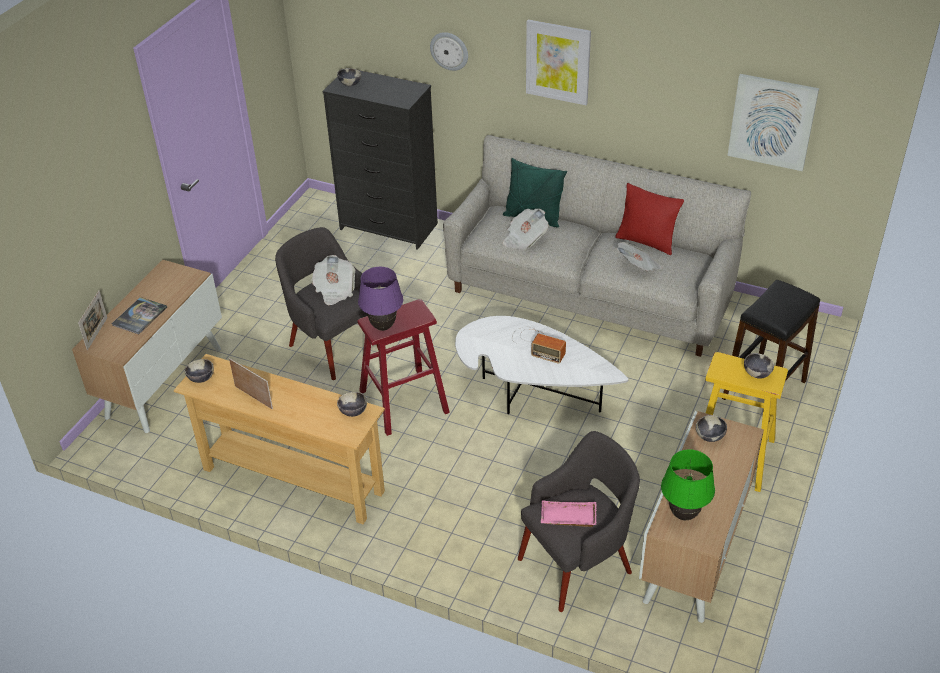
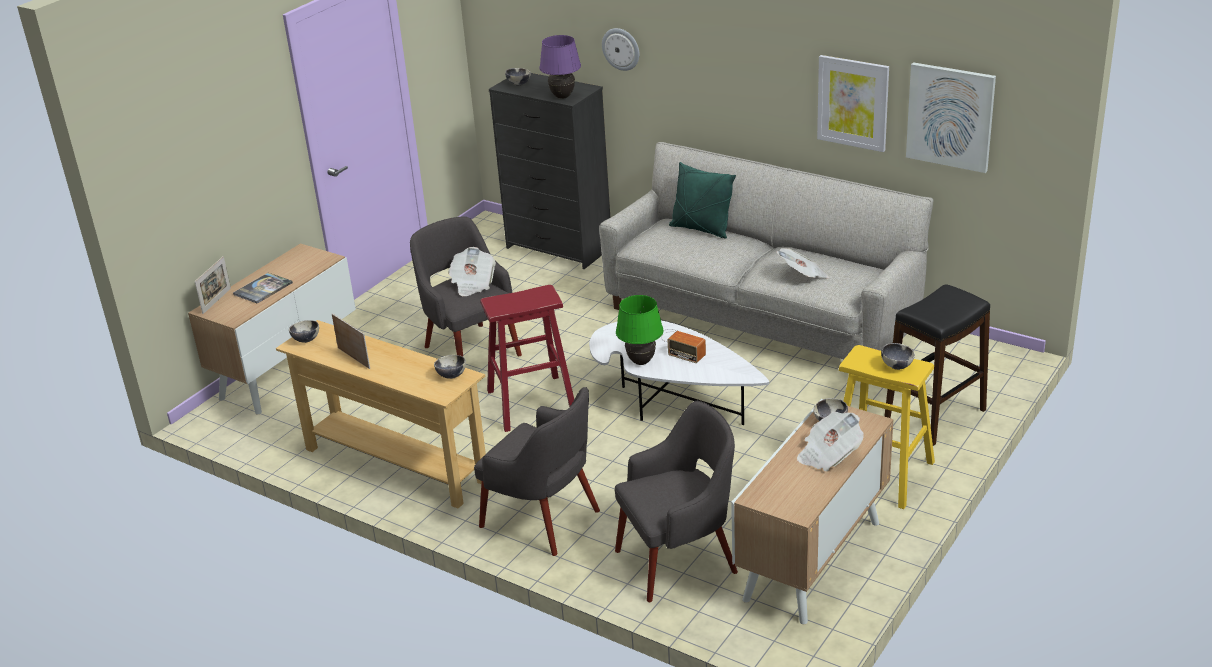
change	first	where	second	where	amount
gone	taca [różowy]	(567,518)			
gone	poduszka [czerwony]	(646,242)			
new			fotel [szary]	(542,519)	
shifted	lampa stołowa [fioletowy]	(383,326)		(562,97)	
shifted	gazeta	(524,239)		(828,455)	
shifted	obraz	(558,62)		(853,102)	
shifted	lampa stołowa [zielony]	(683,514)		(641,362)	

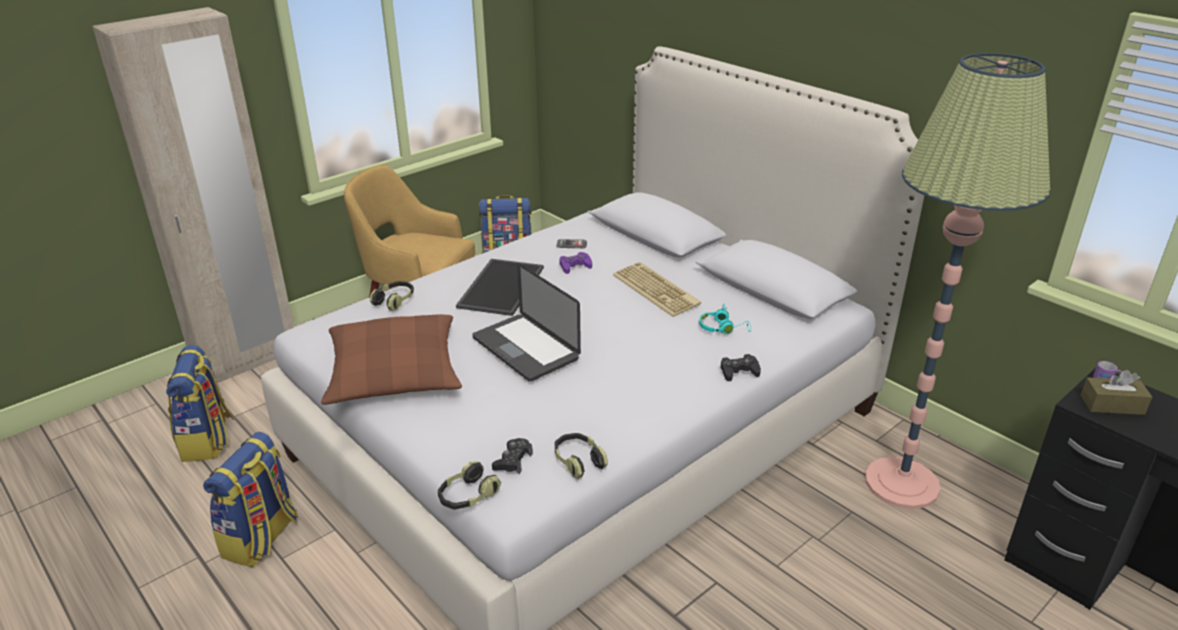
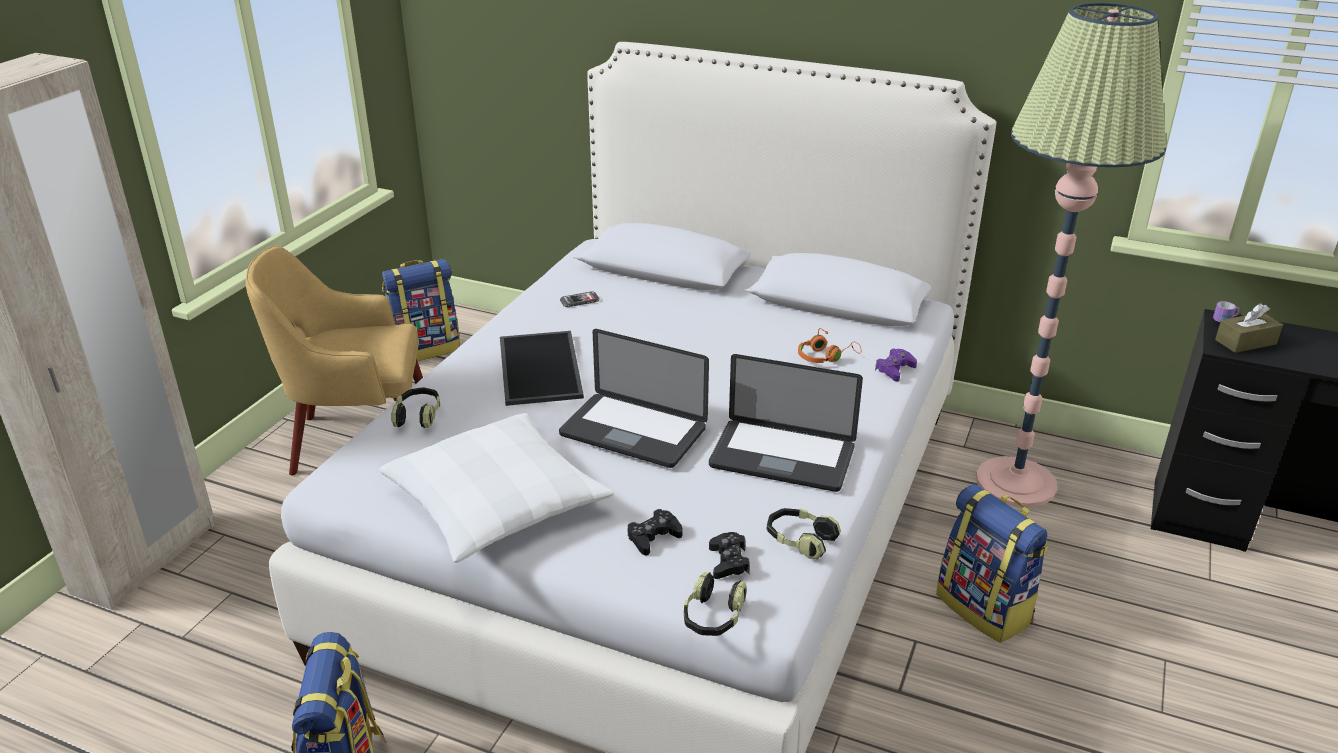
change	first	where	second	where	amount
gone	klawiatura	(657,290)			
new			laptop	(782,457)	
shifted	plecak	(208,440)		(985,608)	
shifted	pad do gier [fioletowy]	(575,266)		(895,369)	
shifted	pad do gier [czarny]	(739,371)		(653,537)	
repainted	poduszka [brązowy]	(394,373)	poduszka [biały]	(496,503)	
repainted	słuchawki [turkusowy]	(722,328)	słuchawki [pomarańczowy]	(825,357)	

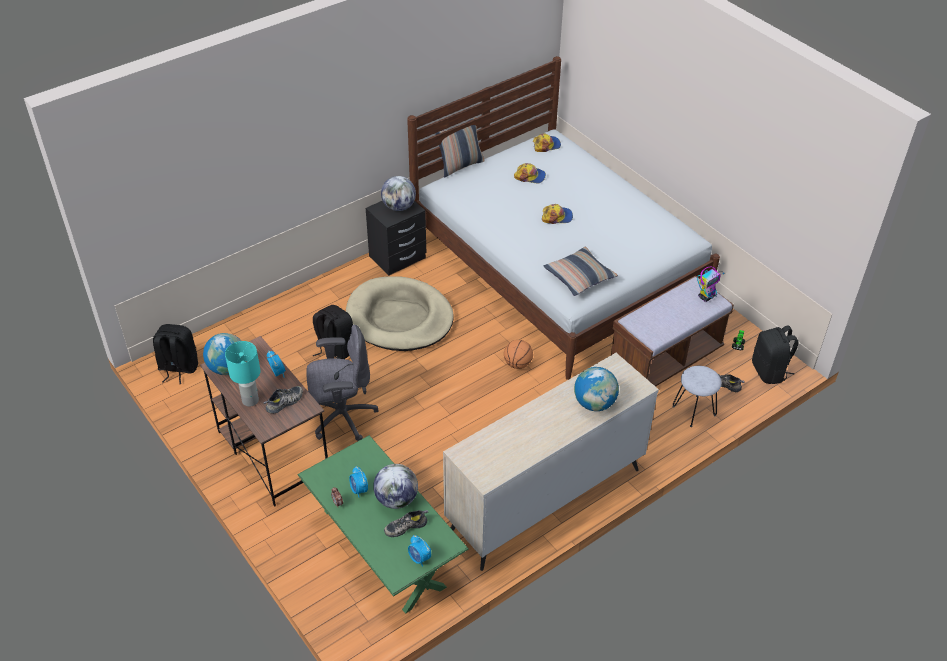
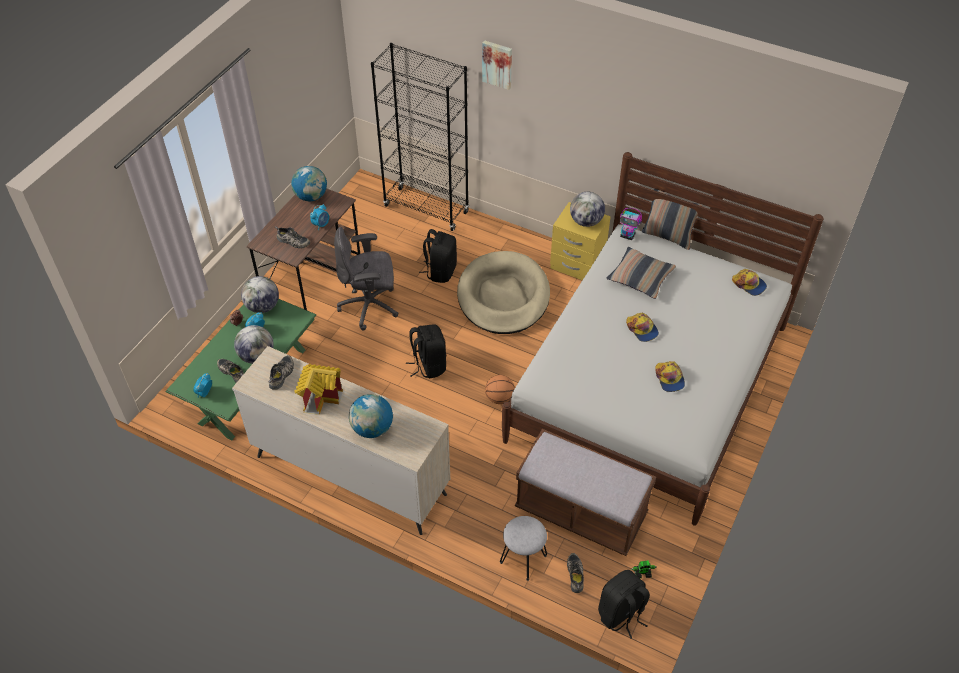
change	first	where	second	where	amount
gone	lampa stołowa [turkusowy]	(250,400)			
new			globus	(263,307)	
new			but	(282,375)	
new			domek	(322,397)	
new			regał [czarny]	(426,209)	
new			obraz	(497,64)	
shifted	plecak [czarny]	(178,368)		(428,365)	
shifted	czapka z daszkiem	(530,176)		(669,378)	
shifted	poduszka	(579,277)		(640,277)	
shifted	robot zabawkowy	(706,296)		(628,236)	
repainted	szafka nocna [czarny]	(397,257)	szafka nocna [żółty]	(577,265)	
rotated	krzesło biurowe [szary]	(342,417)		(370,306)	120 degrees clockwise

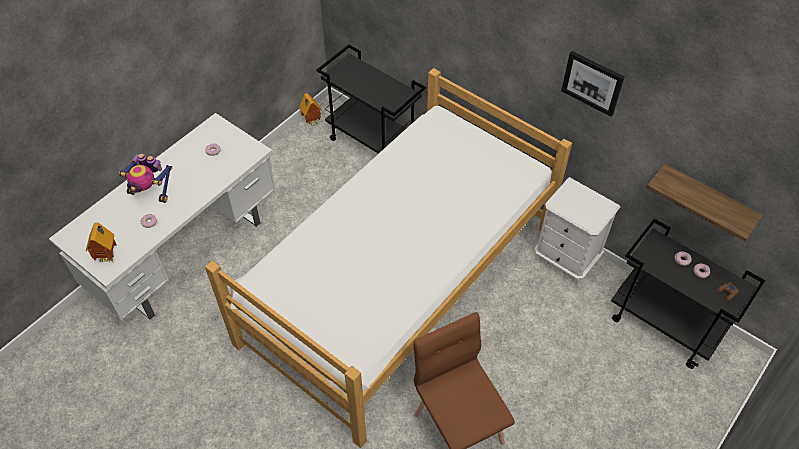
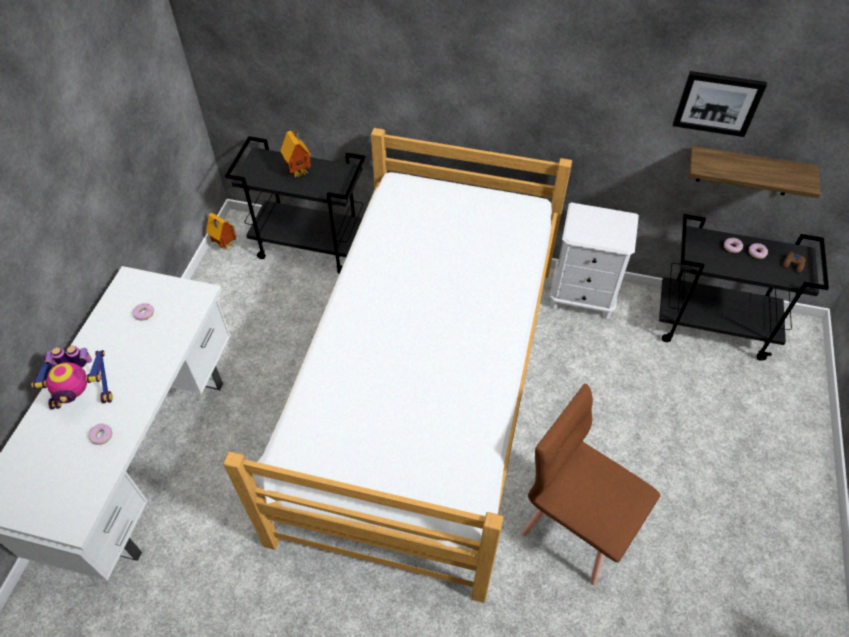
change	first	where	second	where	amount
shifted	domek	(108,256)		(300,172)	
shifted	obraz	(592,83)		(717,103)	

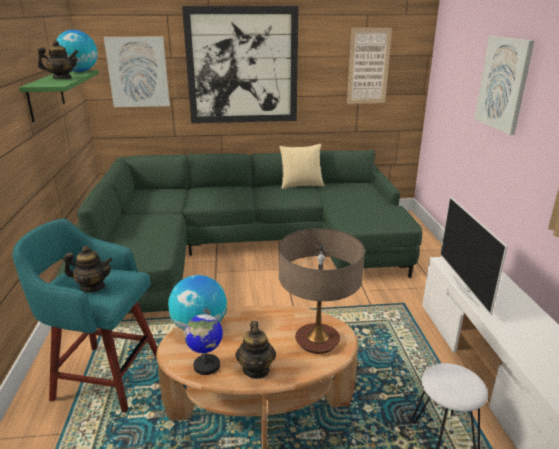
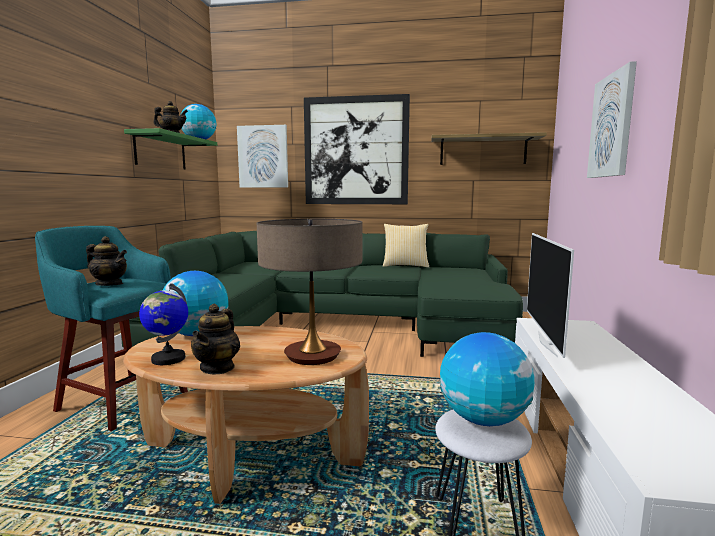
change	first	where	second	where	amount
new			globus	(483,420)	
swapped	obraz	(368,66)	półka	(483,151)	

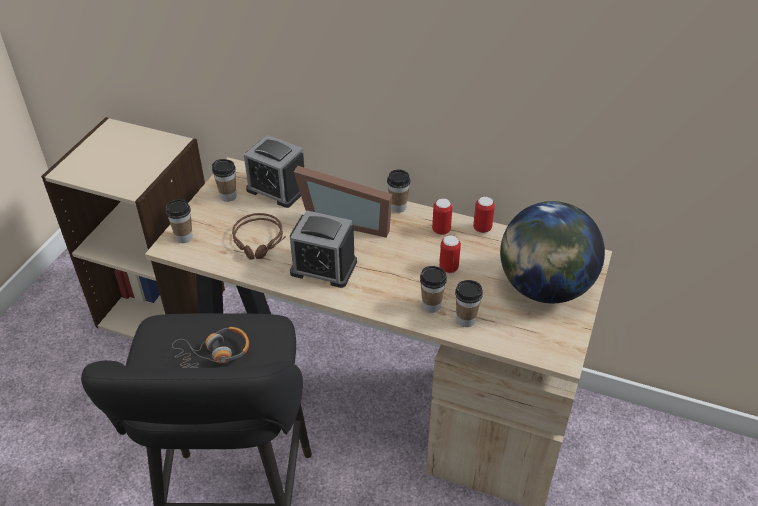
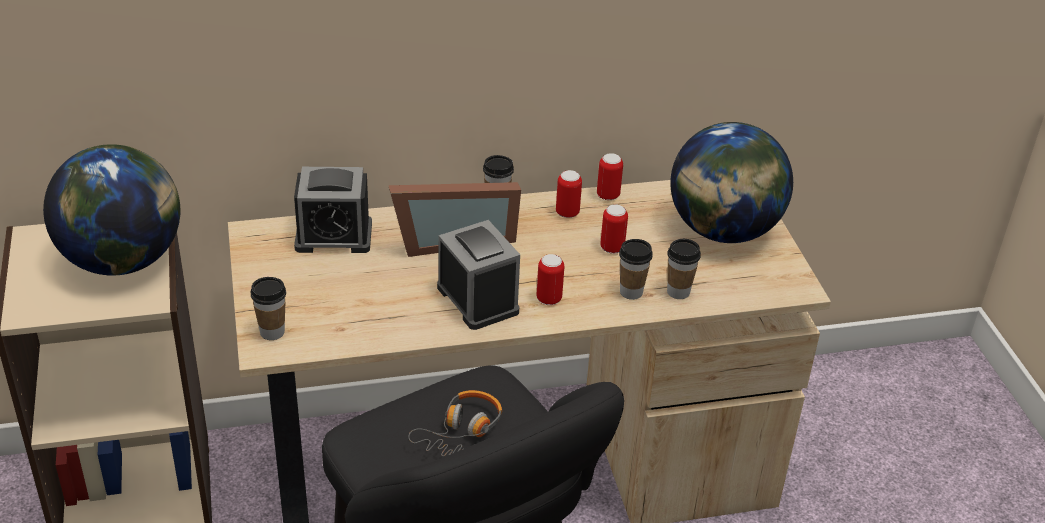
change	first	where	second	where	amount
gone	filiżanka	(228,196)			
gone	słuchawki [brązowy]	(259,241)			
new			globus	(123,260)	
new			puszka	(549,299)	
rotated	budzik	(323,267)		(477,299)	105 degrees counterclockwise

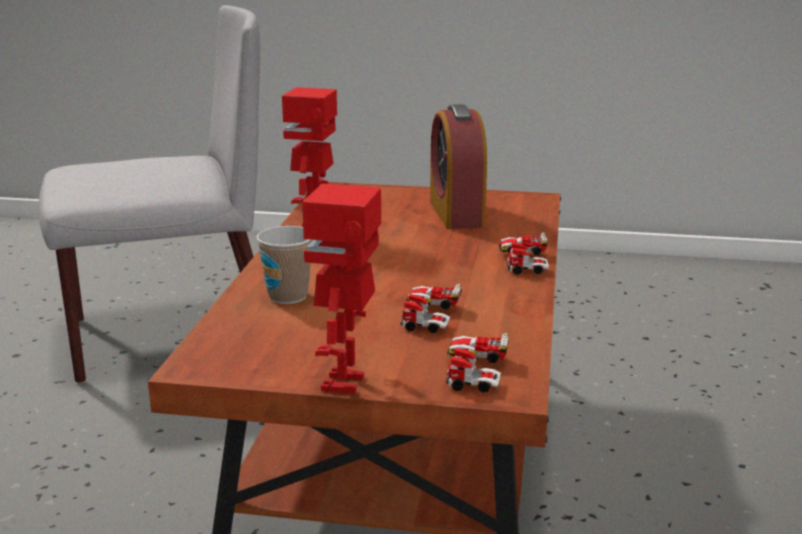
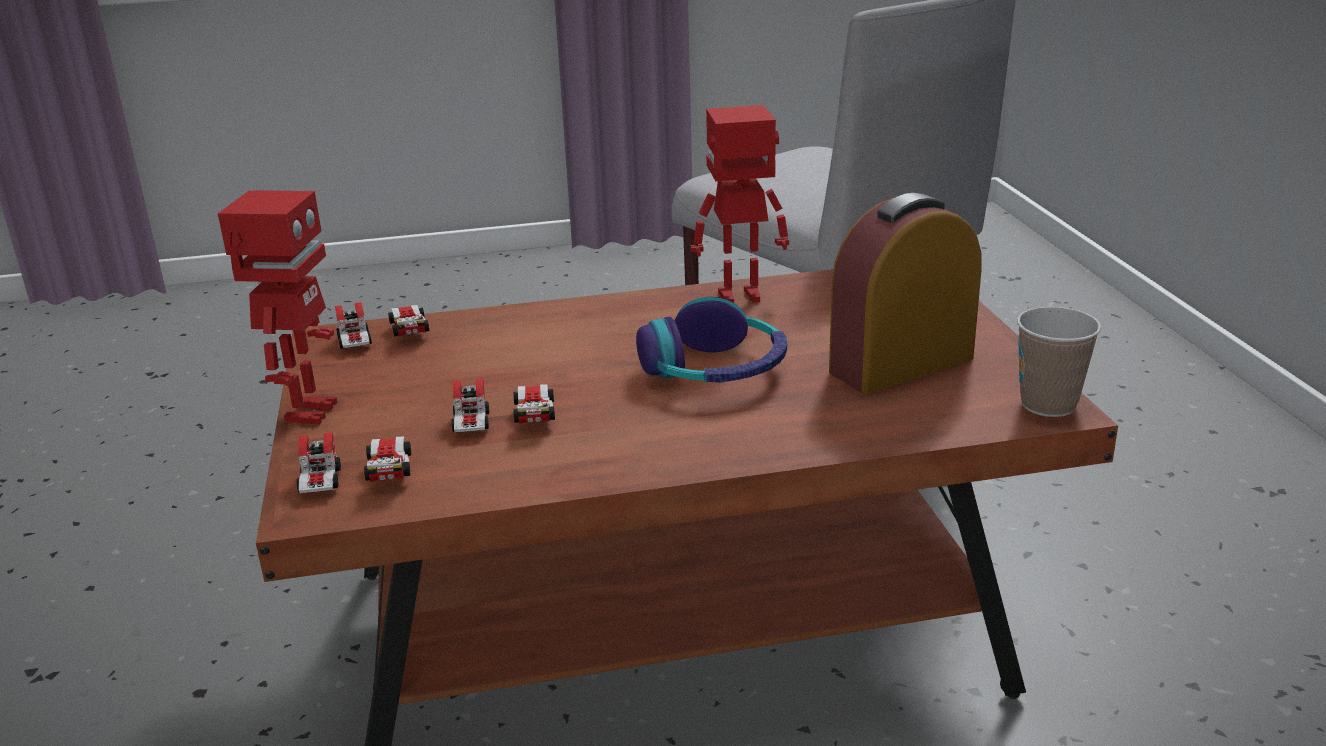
change	first	where	second	where	amount
new			słuchawki	(715,369)	
shifted	filiżanka	(288,296)		(1048,405)	
shifted	samochodzik	(523,262)		(383,336)	
rotated	robot zabawkowy	(345,383)		(308,412)	105 degrees clockwise

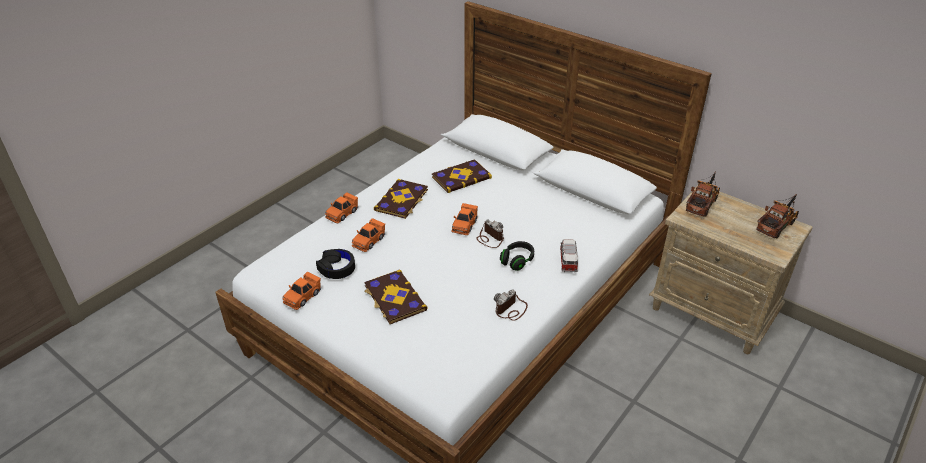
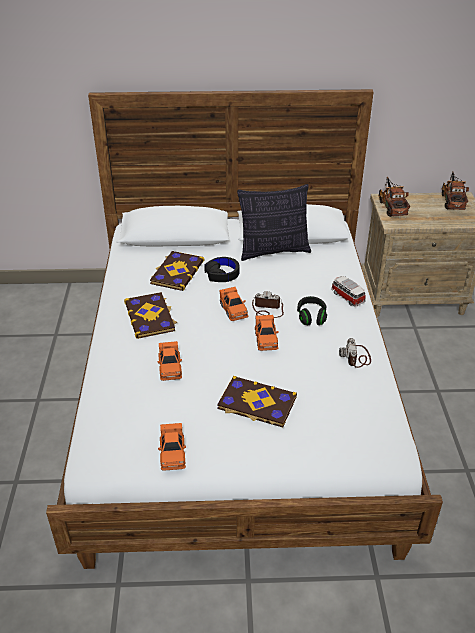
change	first	where	second	where	amount
new			poduszka	(274,251)	
shifted	słuchawki [czarny]	(336,268)		(222,274)	
shifted	samochodzik [pomarańczowy]	(342,213)		(266,339)	

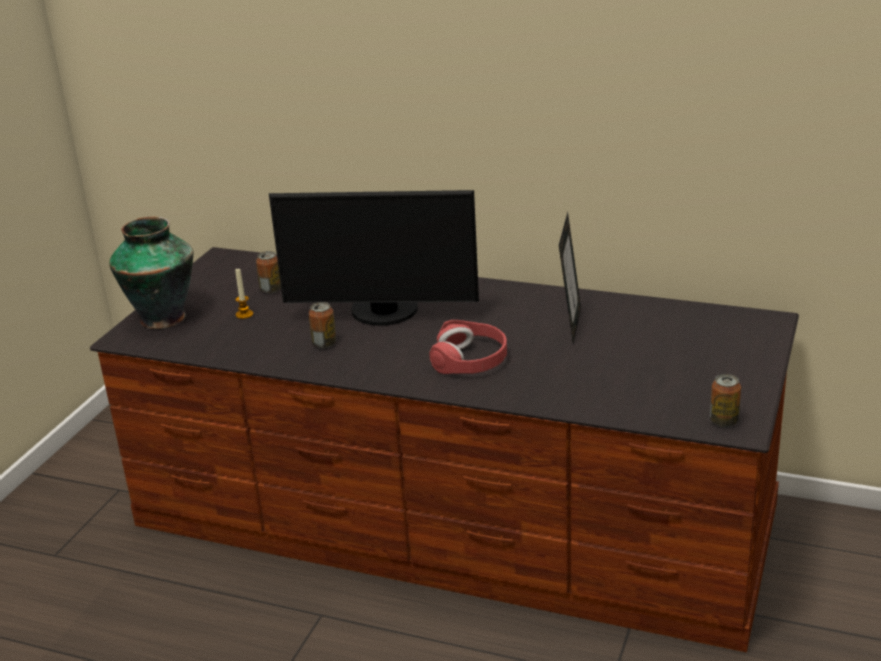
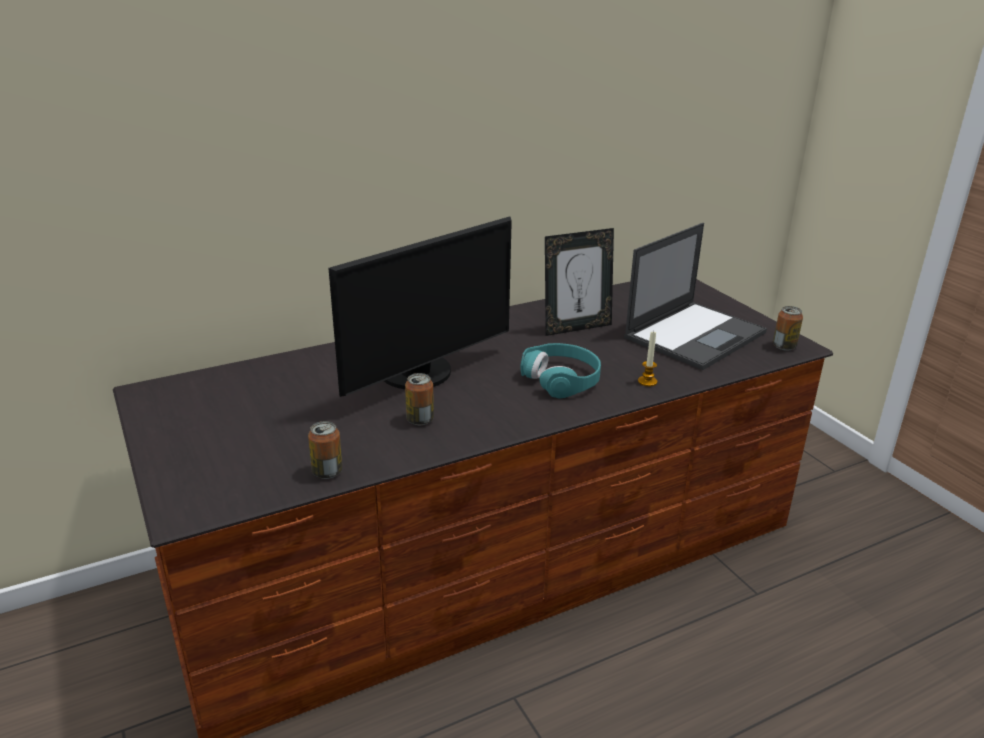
change	first	where	second	where	amount
gone	wazon	(162,317)			
new			laptop	(695,334)	
shifted	świeca	(244,314)		(647,381)	
shifted	puszka	(271,290)		(327,472)	
repainted	słuchawki [czerwony]	(470,360)	słuchawki [turkusowy]	(561,379)	
rotated	ramka na zdjęcie	(570,325)		(576,327)	105 degrees clockwise

